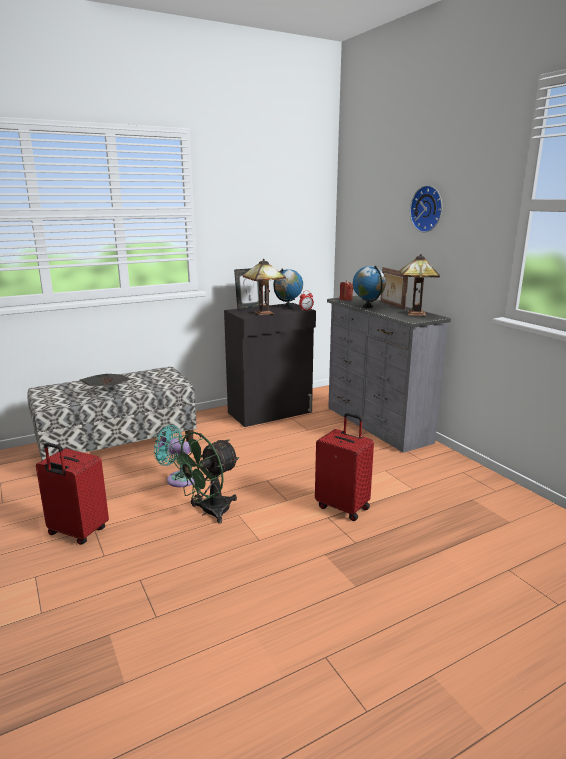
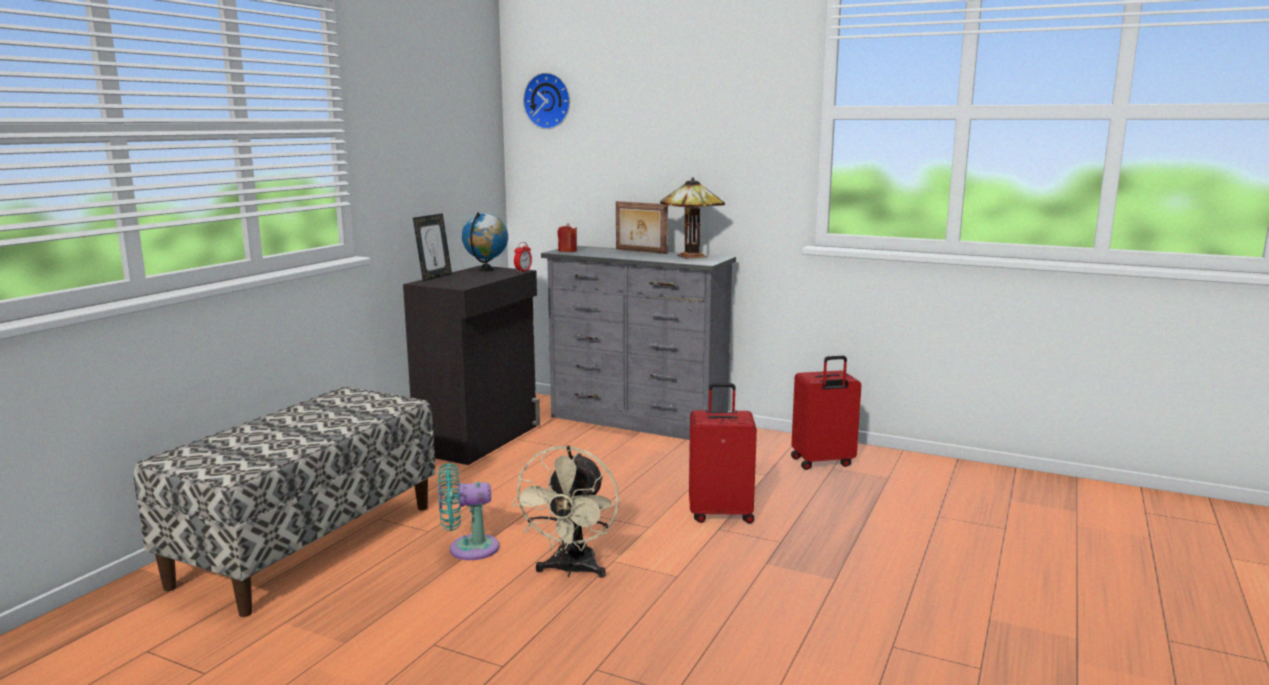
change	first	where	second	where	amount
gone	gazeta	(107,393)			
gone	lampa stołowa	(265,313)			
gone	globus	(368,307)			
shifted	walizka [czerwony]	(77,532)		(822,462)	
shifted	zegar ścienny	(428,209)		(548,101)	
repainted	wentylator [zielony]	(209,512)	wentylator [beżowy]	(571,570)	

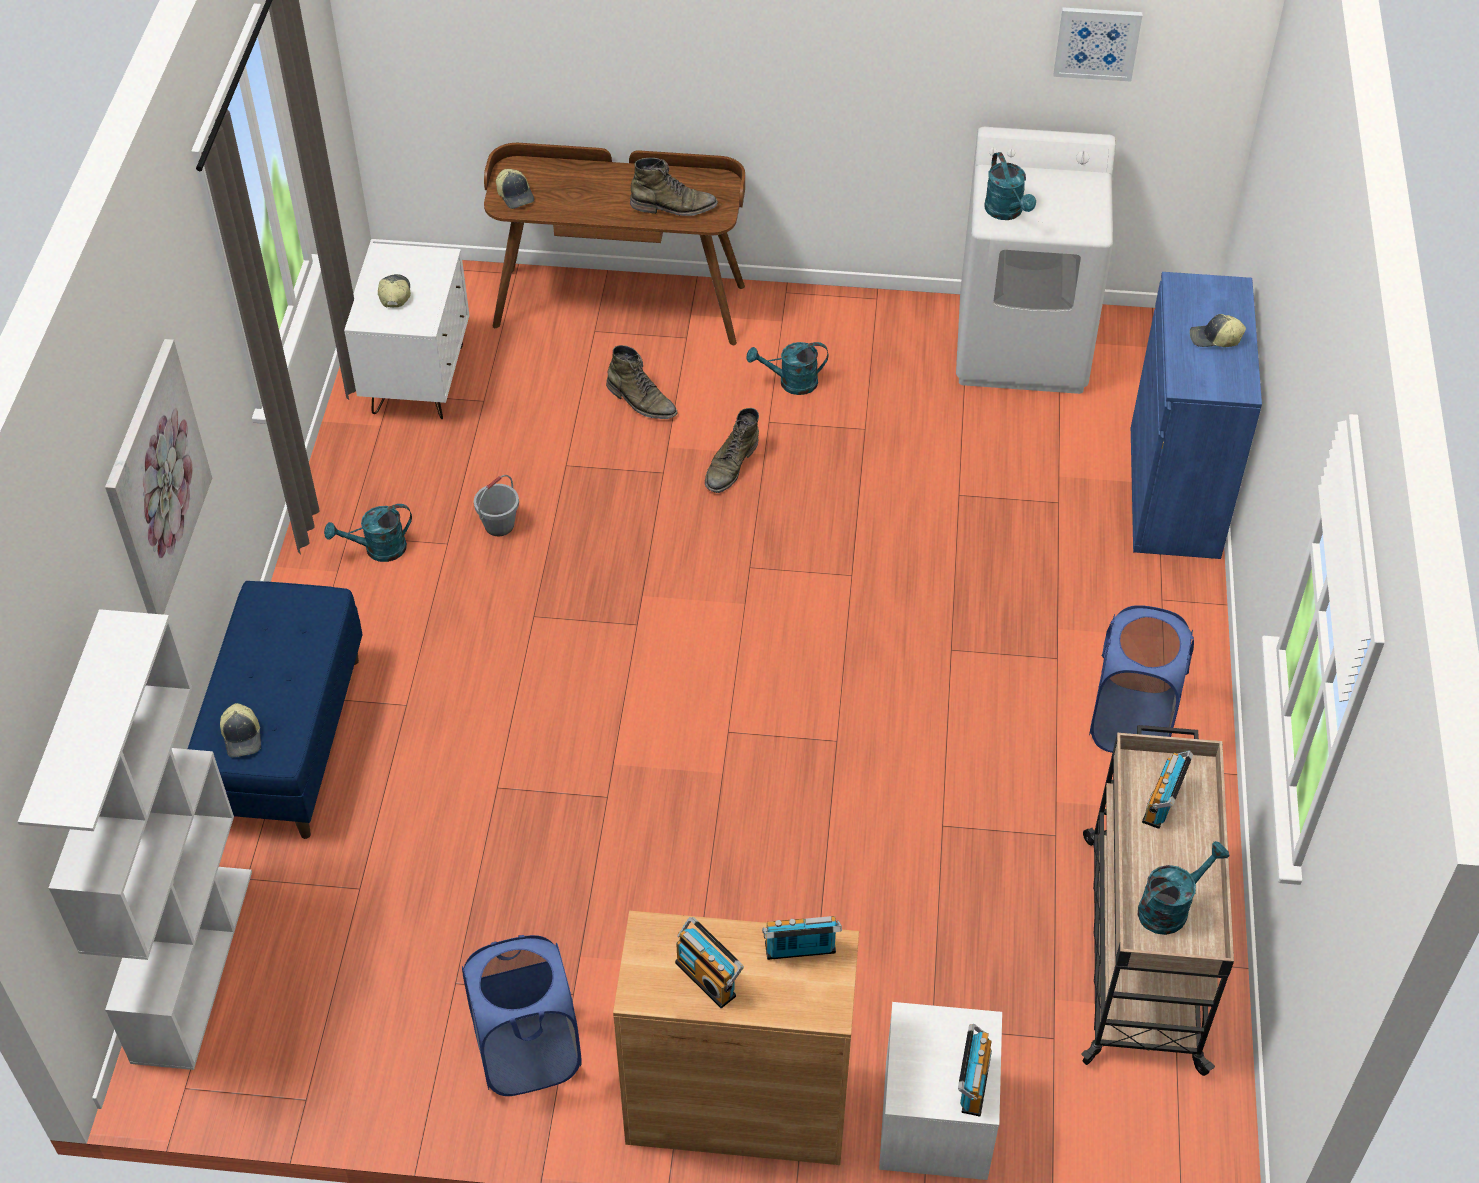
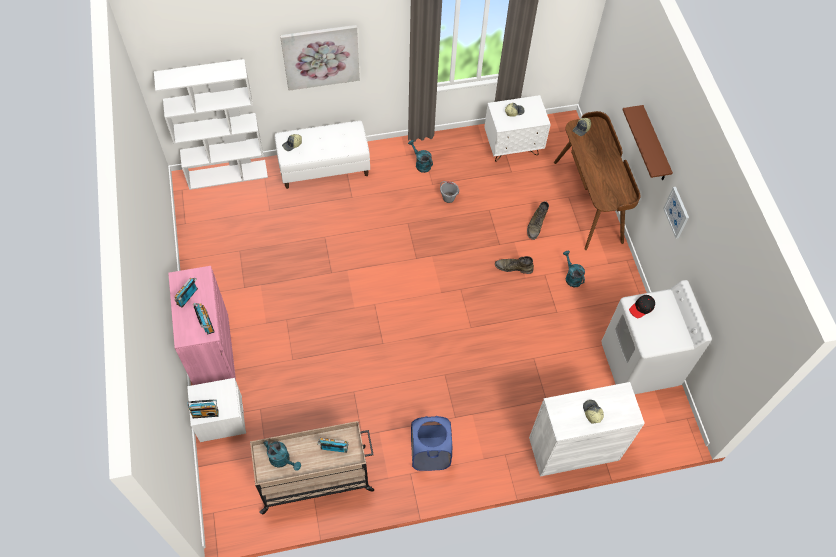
change	first	where	second	where	amount
gone	kosz na pranie [niebieski]	(527,1053)			
gone	but z cholewką [zielony]	(673,207)			
new			półka [brązowy]	(654,145)	
shifted	obraz	(1097,43)		(677,212)	
swapped	konewka [turkusowy]	(1007,212)	czapka z daszkiem [czarny]	(641,308)	
repainted	ławka [niebieski]	(286,740)	ławka [biały]	(324,167)	
repainted	szafka [brązowy]	(737,1105)	szafka [różowy]	(212,352)	
repainted	szafka [niebieski]	(1174,492)	szafka [biały]	(574,448)	

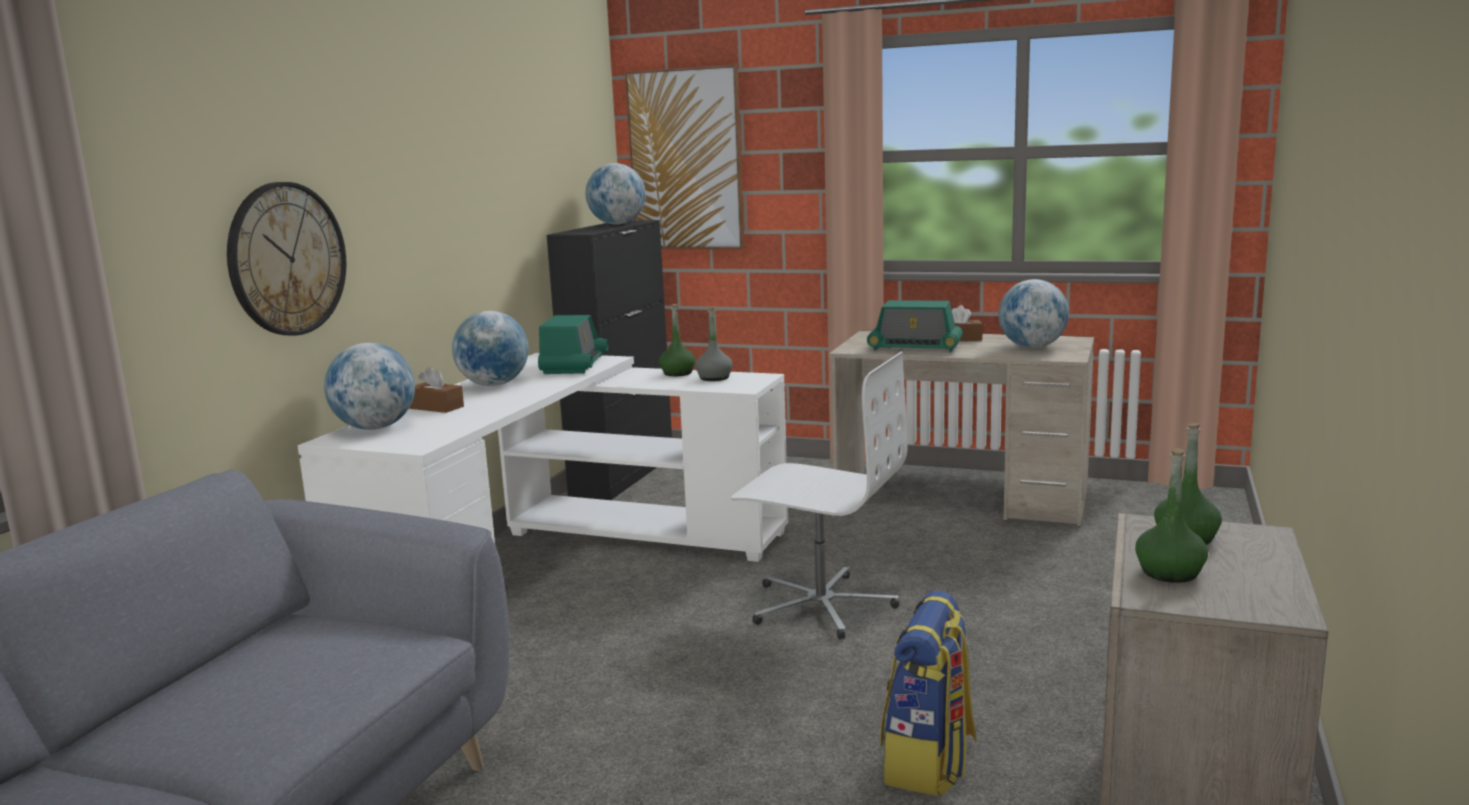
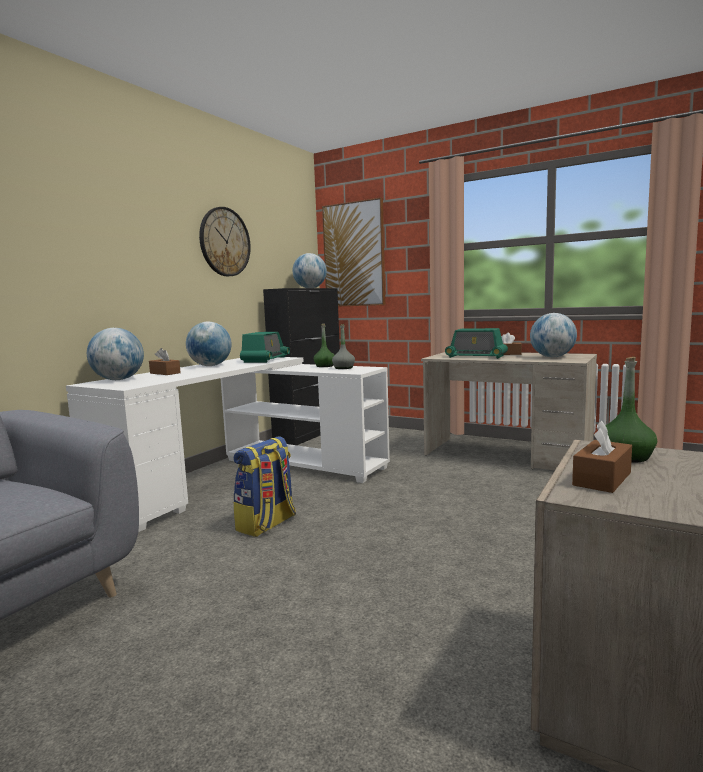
change	first	where	second	where	amount
gone	krzesło biurowe [biały]	(820,605)			
shifted	zegar ścienny	(287,259)		(224,242)	
shifted	plecak	(929,763)		(267,524)	
swapped	butelka [zielony]	(1170,573)	pudełko chusteczek [brązowy]	(602,479)	

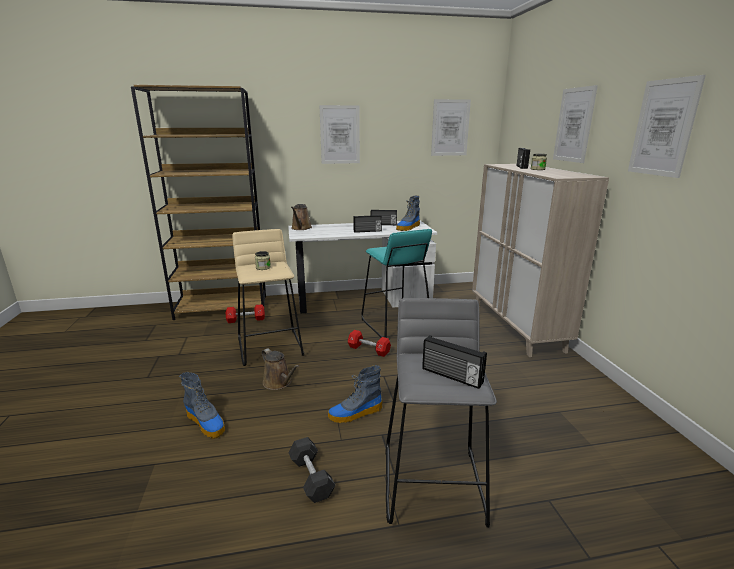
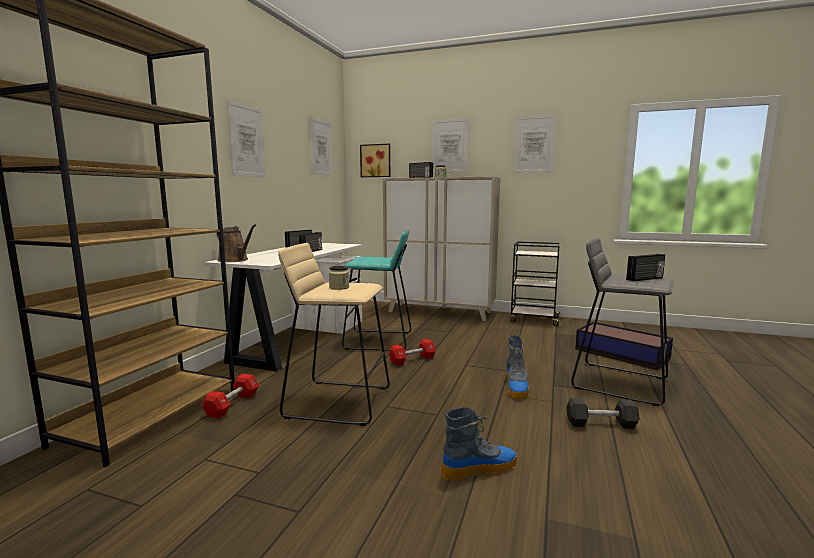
change	first	where	second	where	amount
gone	konewka [brązowy]	(279,383)			
gone	but z cholewką	(408,227)			
new			obraz	(376,161)	
new			wózek [czarny]	(533,320)	
new			pojemnik do przechowywania	(620,353)	

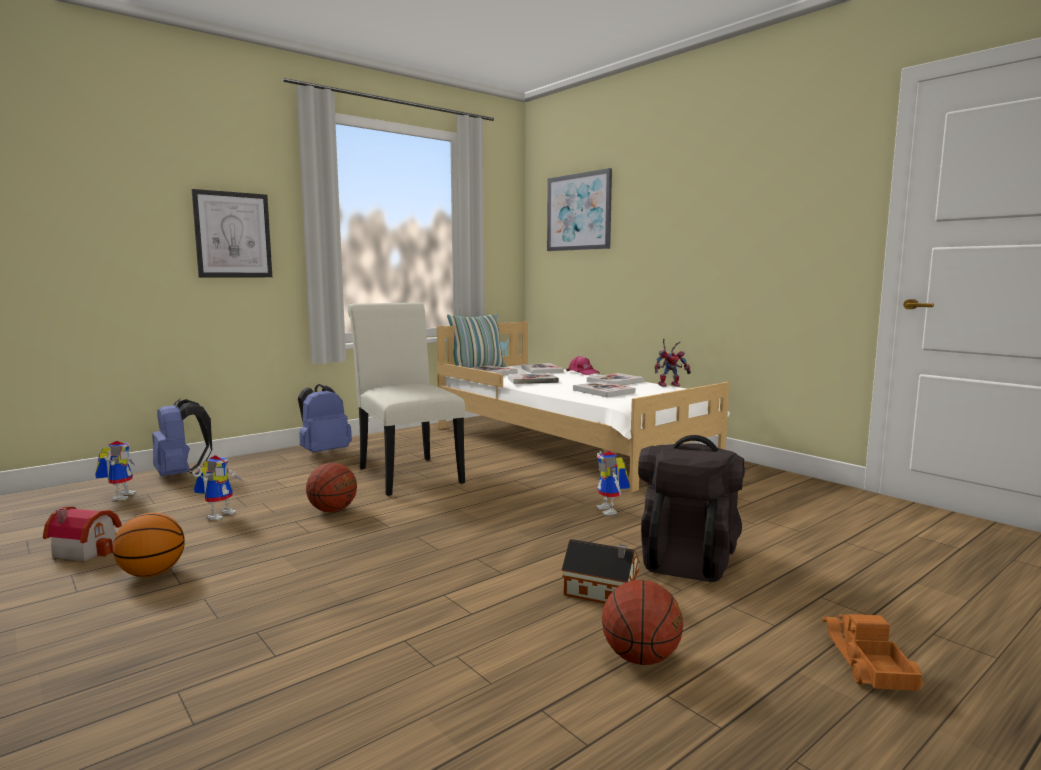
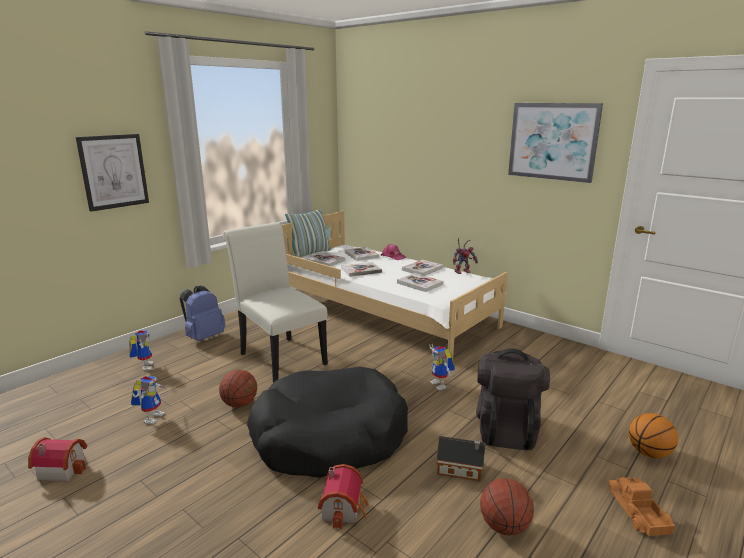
change	first	where	second	where	amount
gone	plecak [niebieski]	(181,475)			
new			legowisko [czarny]	(329,436)	
new			domek	(344,508)	
shifted	robot zabawkowy	(120,496)		(144,366)	
shifted	piłka do koszykówki	(152,574)		(649,453)	
shifted	obraz	(578,212)		(552,141)	

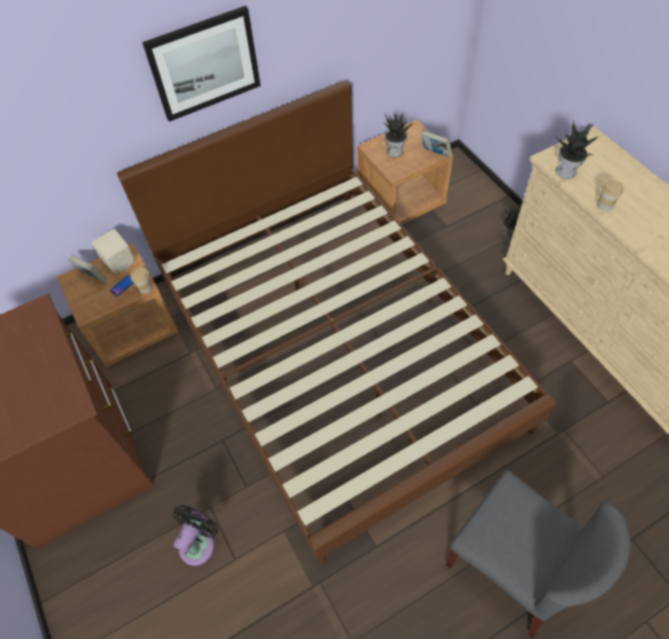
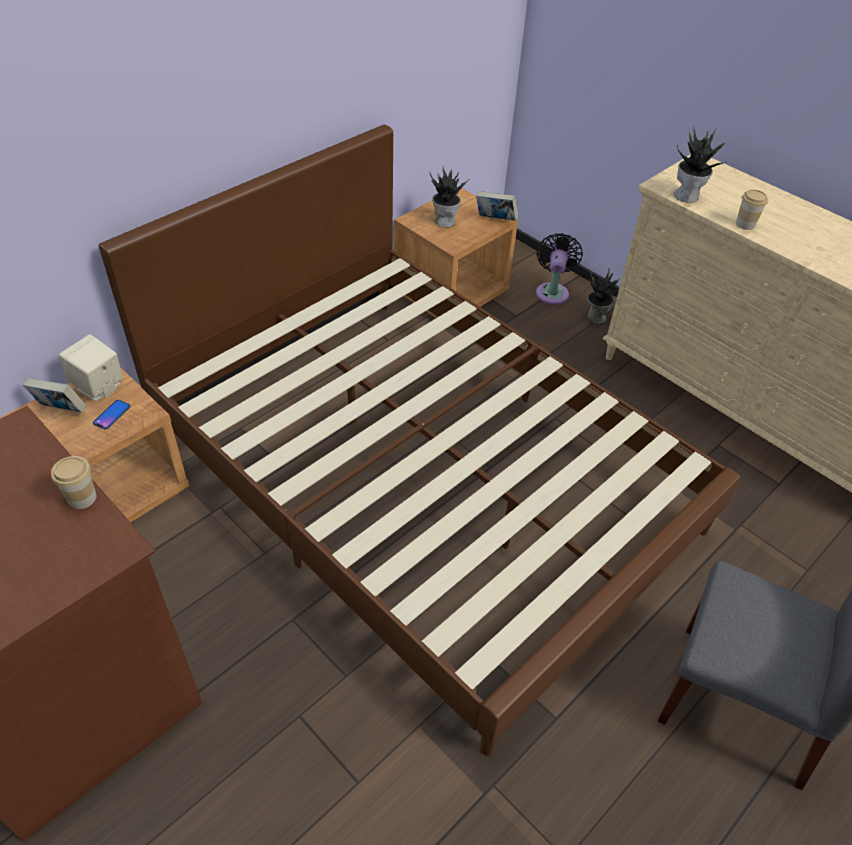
change	first	where	second	where	amount
gone	obraz	(204,64)			
shifted	filiżanka	(145,288)		(82,498)	
shifted	wentylator [czarny]	(199,543)		(552,291)	

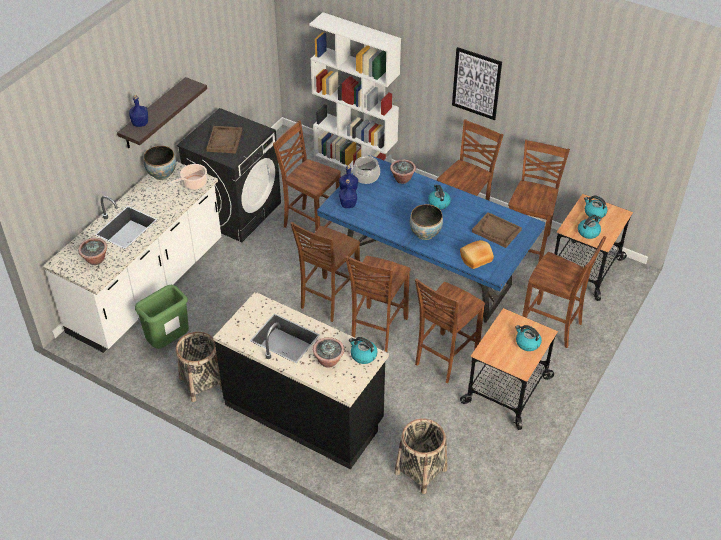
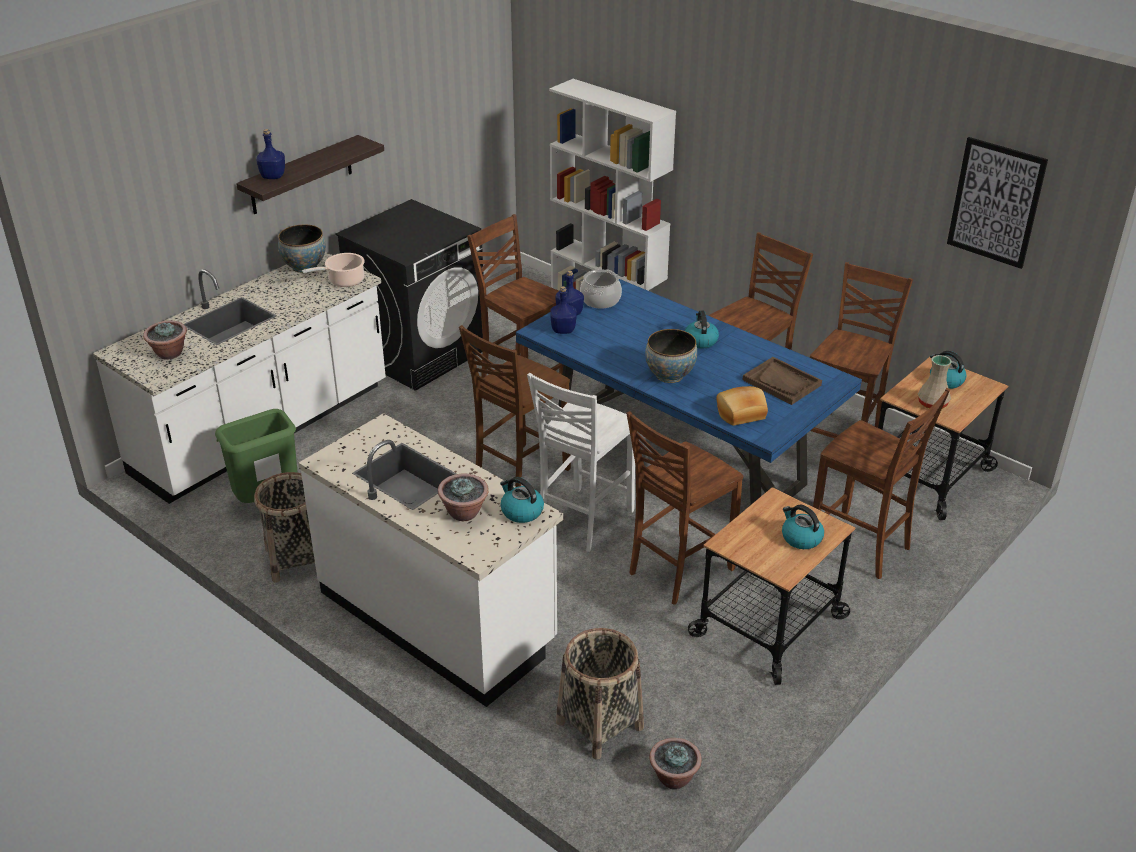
change	first	where	second	where	amount
gone	taca [brązowy]	(224,140)			
shifted	roślina doniczkowa	(402,179)		(673,778)	
shifted	obraz	(476,83)		(996,202)	
swapped	czajnik	(588,232)	wazon [beżowy]	(931,404)	
repainted	zabudowa kuchenna [czarny]	(304,413)	zabudowa kuchenna [biały]	(438,618)	
repainted	krzesło [brązowy]	(377,330)	krzesło [biały]	(582,521)	

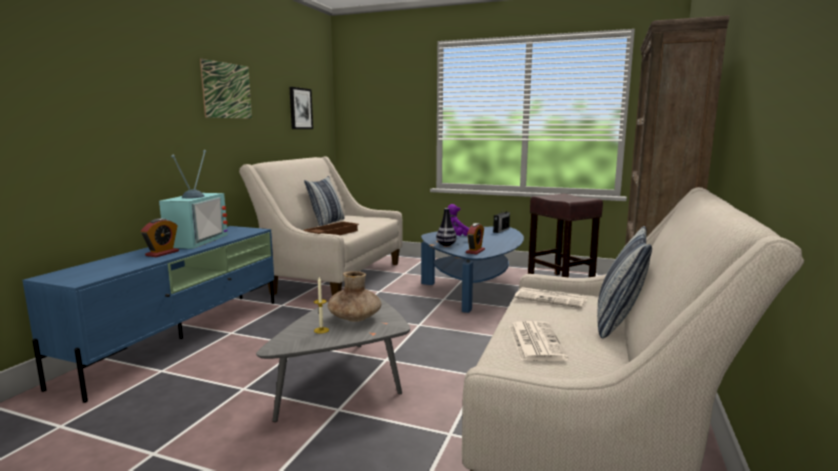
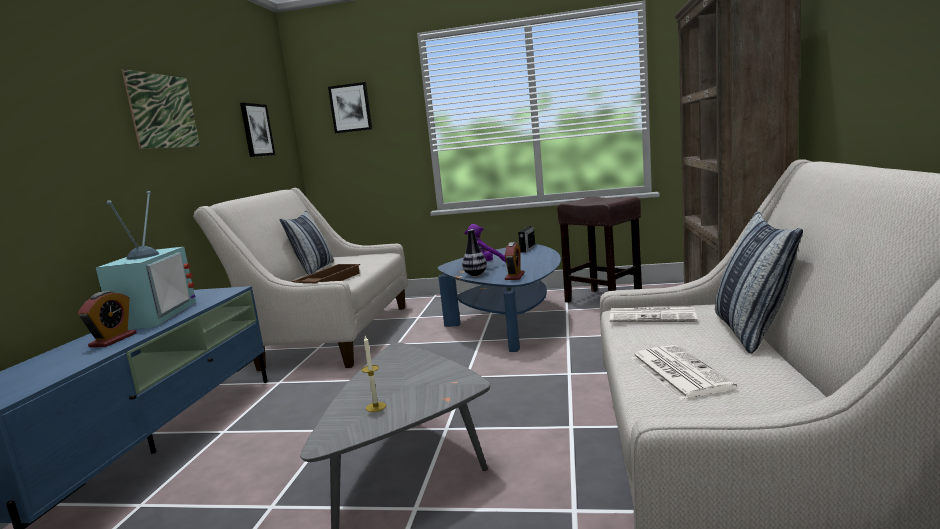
change	first	where	second	where	amount
gone	wazon [brązowy]	(355,318)			
new			obraz	(350,108)	

